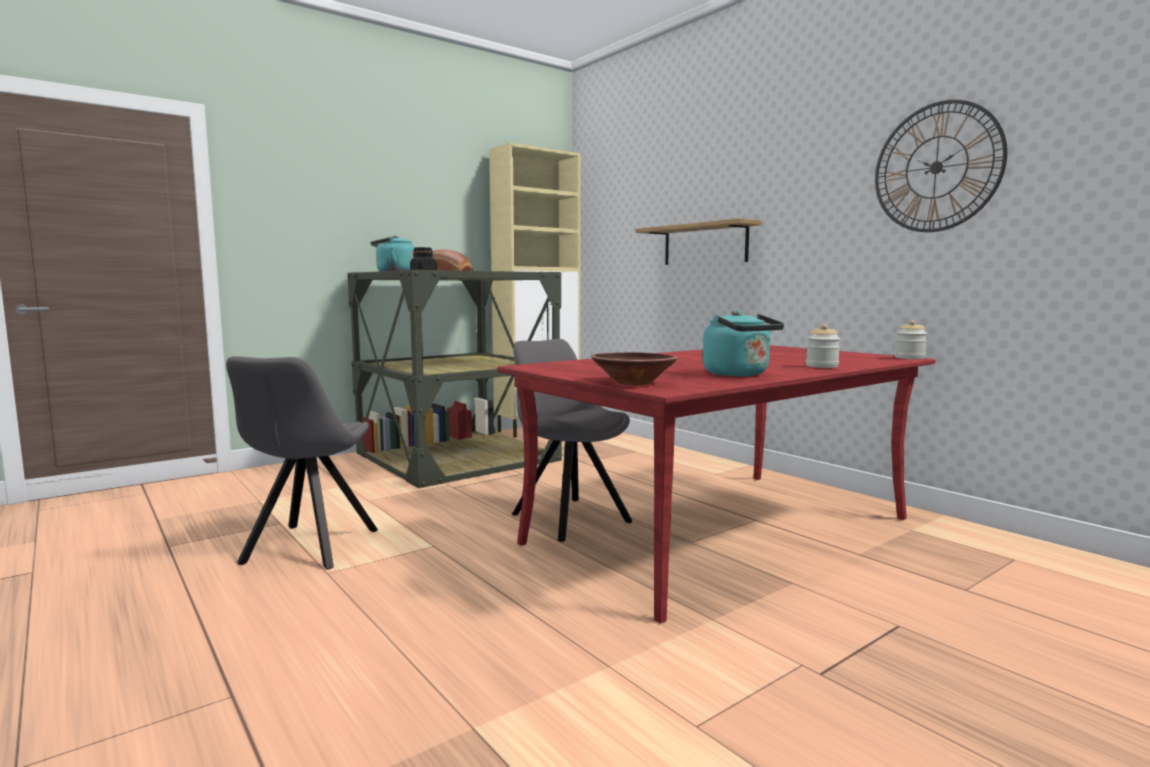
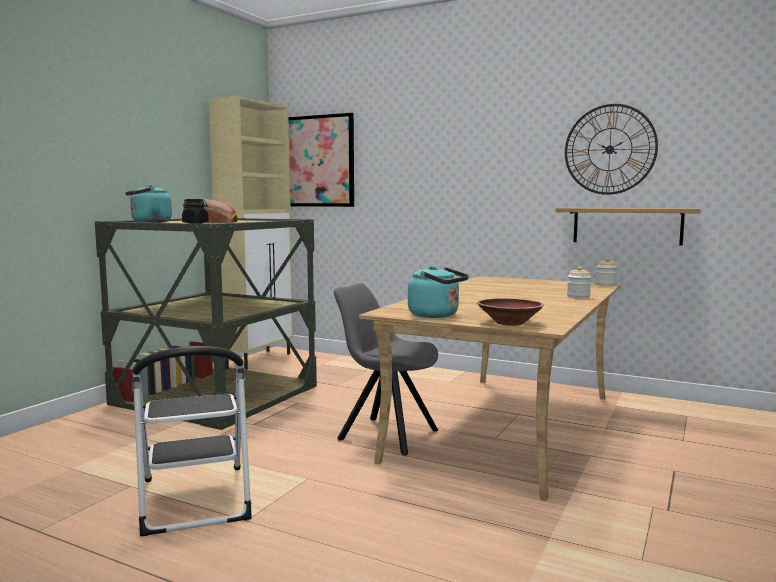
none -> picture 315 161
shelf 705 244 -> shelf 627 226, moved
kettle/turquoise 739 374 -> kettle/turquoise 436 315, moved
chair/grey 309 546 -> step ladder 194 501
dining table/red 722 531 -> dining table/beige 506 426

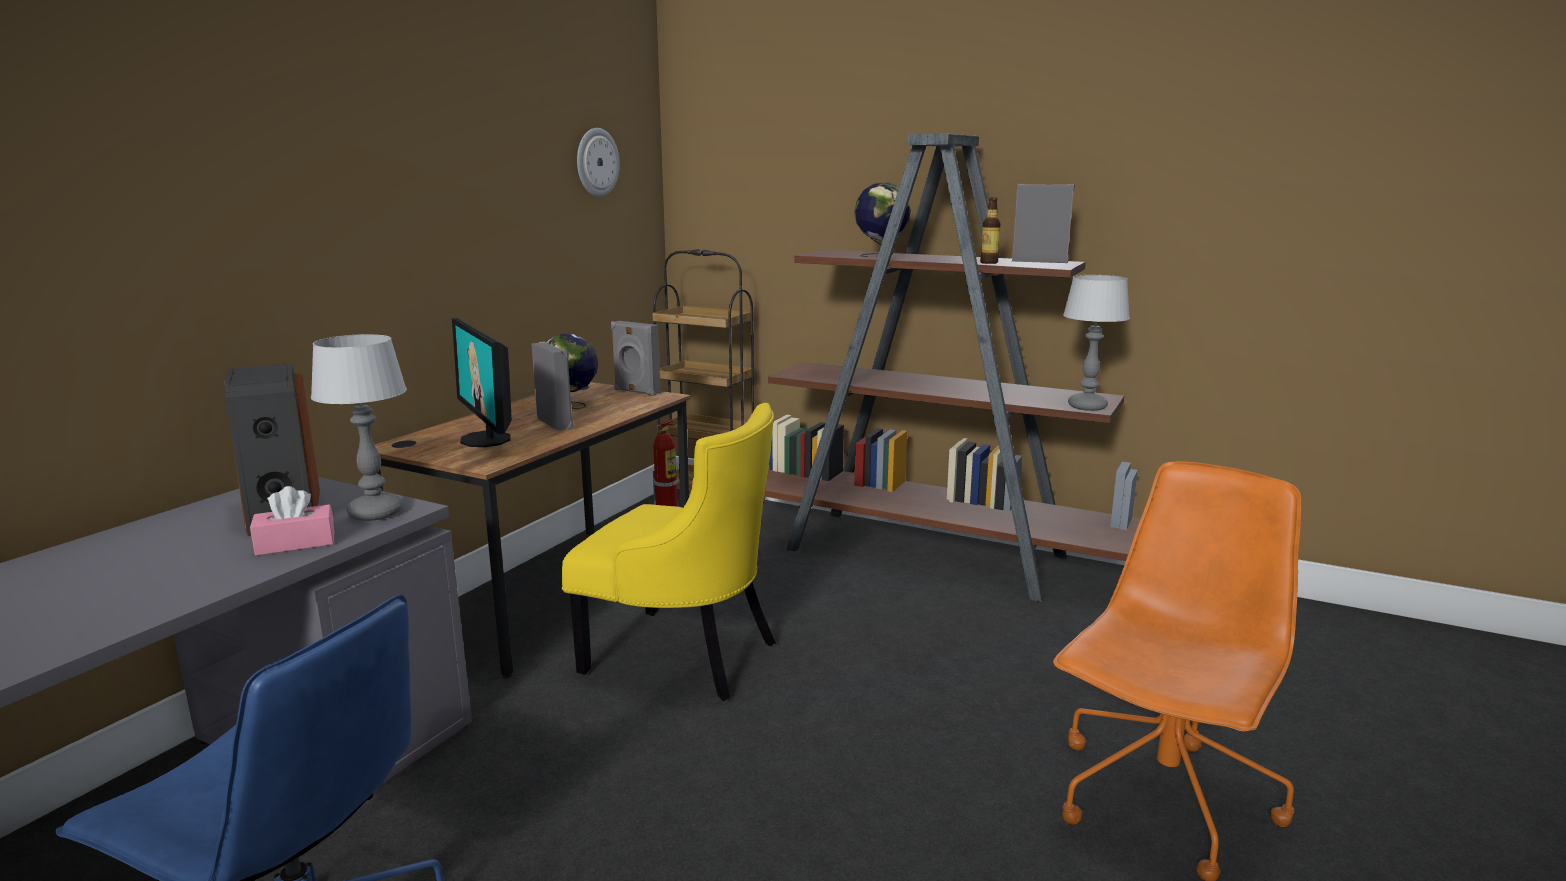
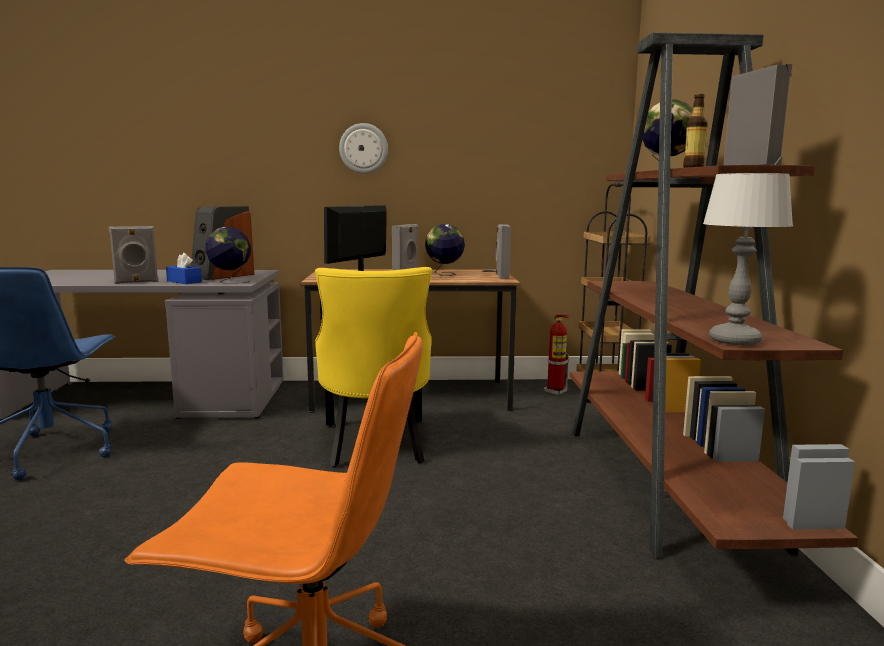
none -> speaker/grey 136 282
wall clock 596 162 -> wall clock 363 148, moved
table lamp 375 513 -> globe 230 282
tissue box/pink 296 543 -> tissue box/blue 184 281

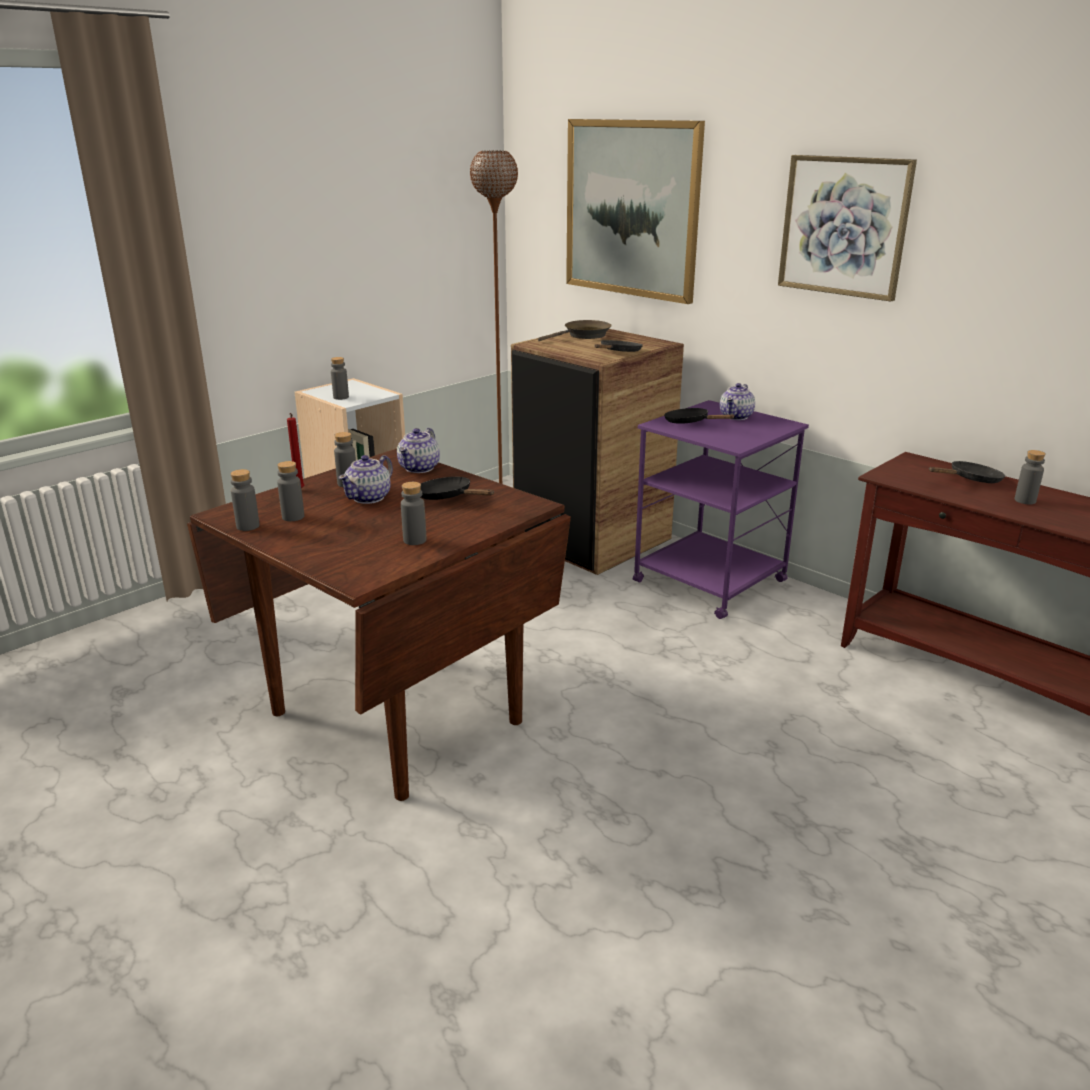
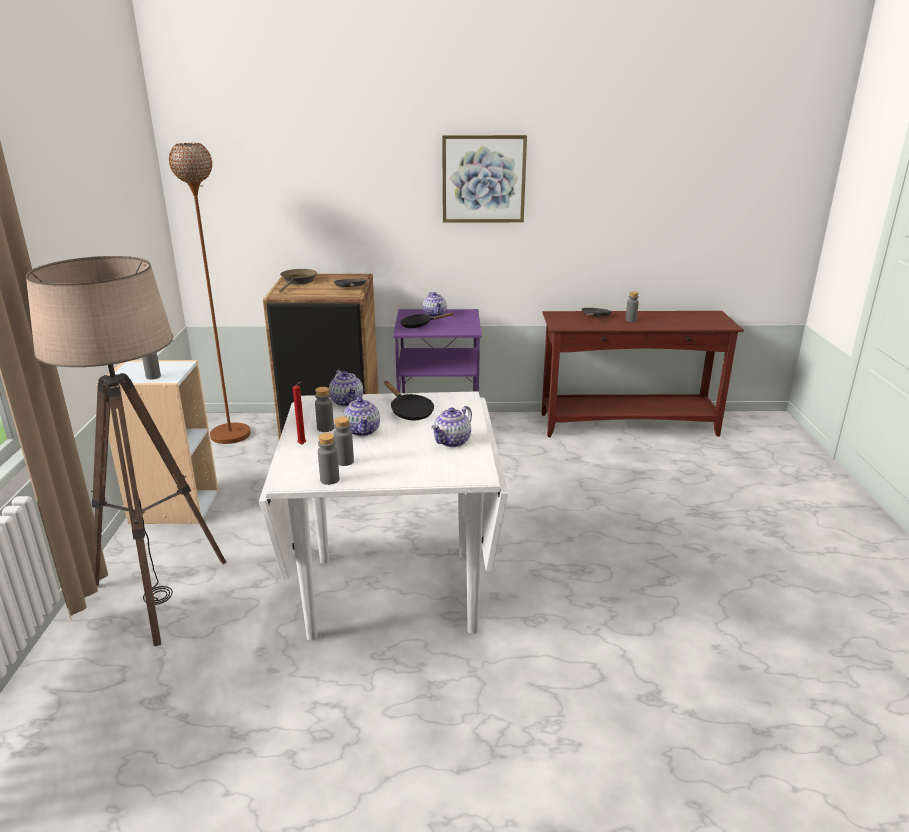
picture 632 209 -> none
none -> floor lamp 160 595
bottle/grey 414 540 -> teapot 452 441
dining table/brown 398 716 -> dining table/white 393 592
frying pan/black 448 497 -> frying pan/black 409 411, 120 degrees counterclockwise

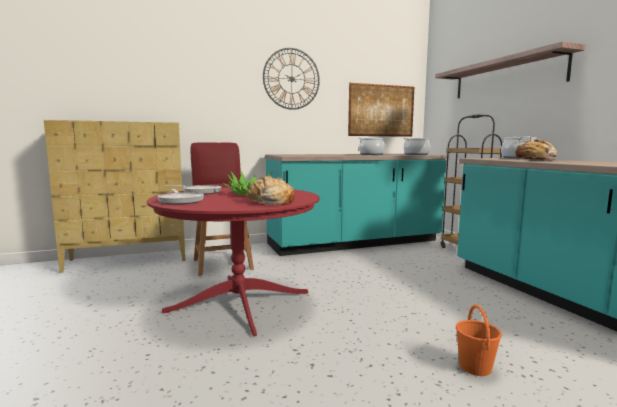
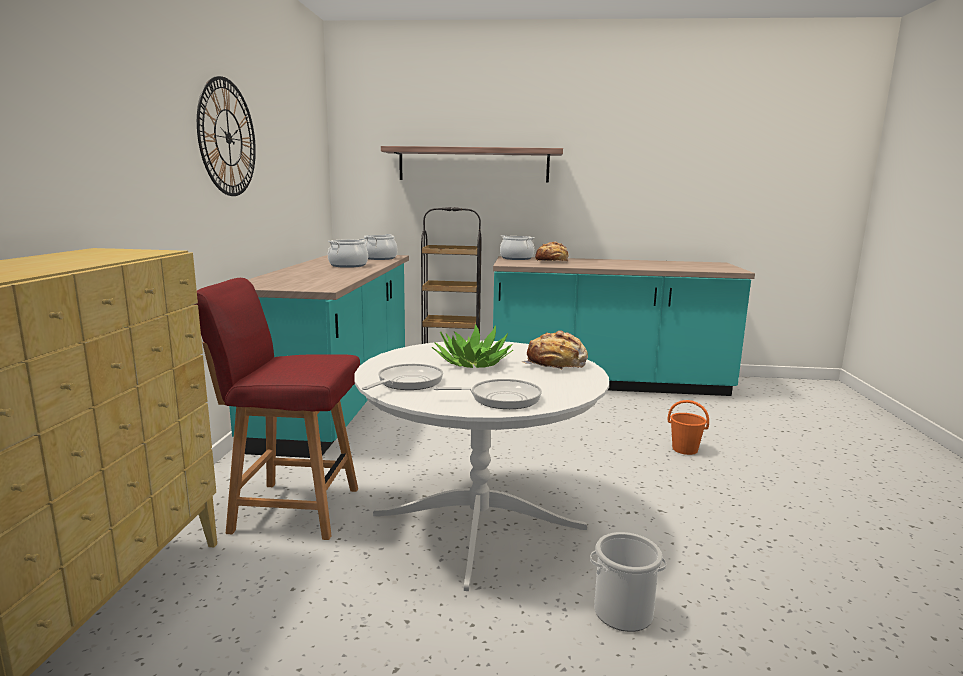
picture 381 110 -> none
none -> bucket 623 612
dining table/red 239 302 -> dining table/white 479 522

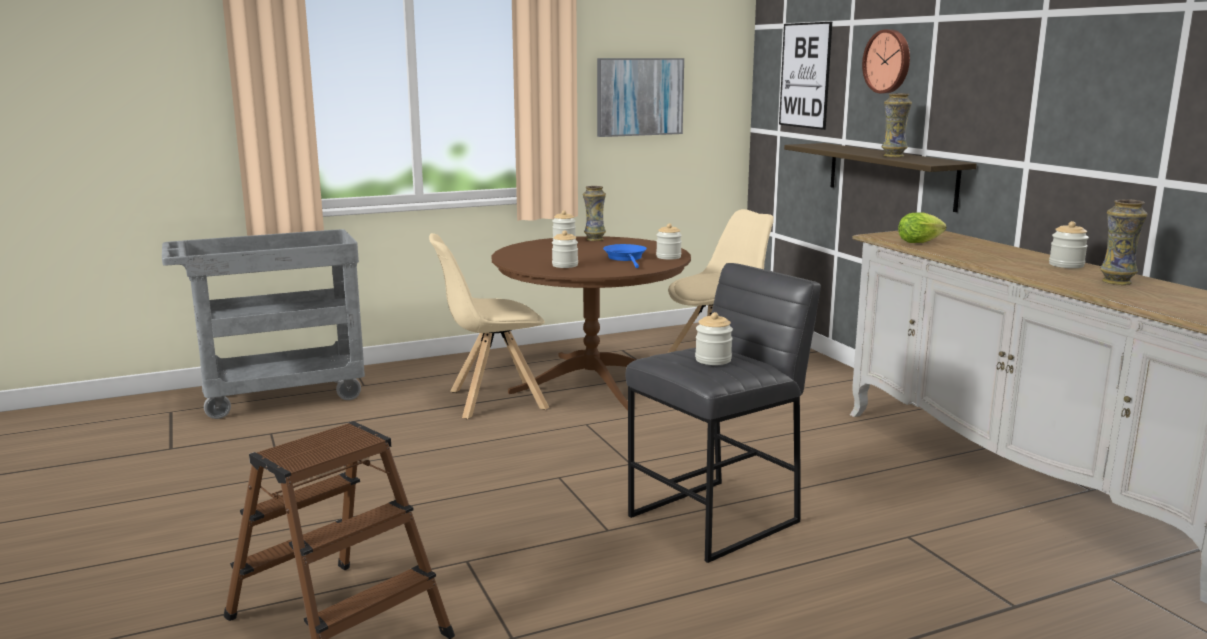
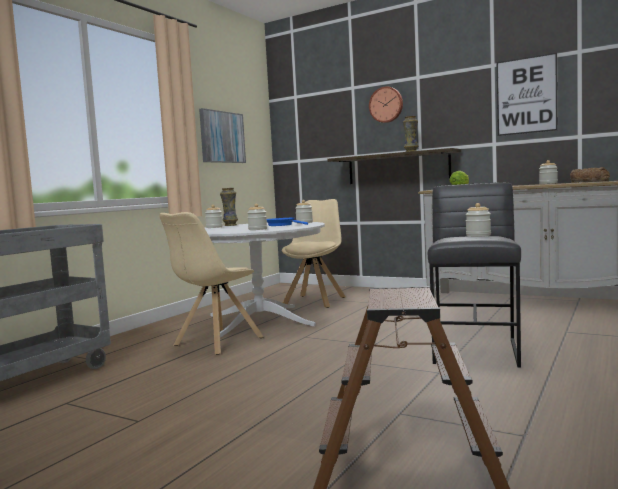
picture 805 75 -> picture 526 95, moved
vase 1116 282 -> bread 589 181
dining table/brown 591 381 -> dining table/white 260 320

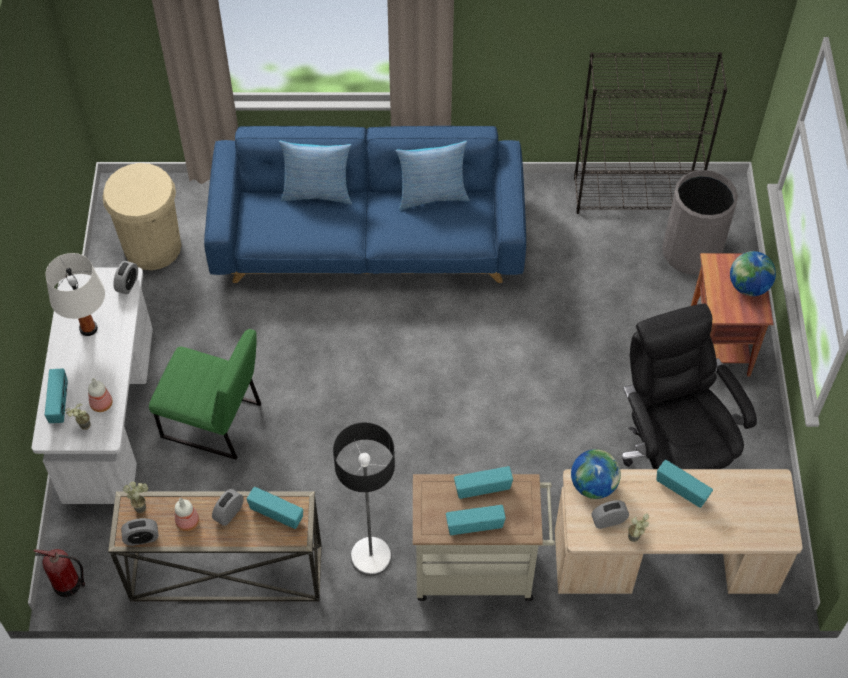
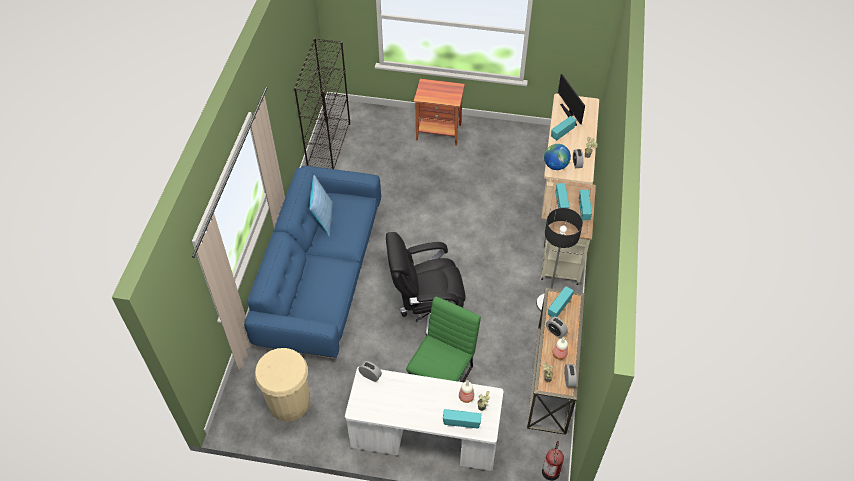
table lamp/white 88 328 -> none
pillow 317 193 -> none
trash can/grey 691 252 -> none
globe 748 286 -> none
none -> monitor 569 114
office chair/black 670 453 -> office chair/black 427 311, moved

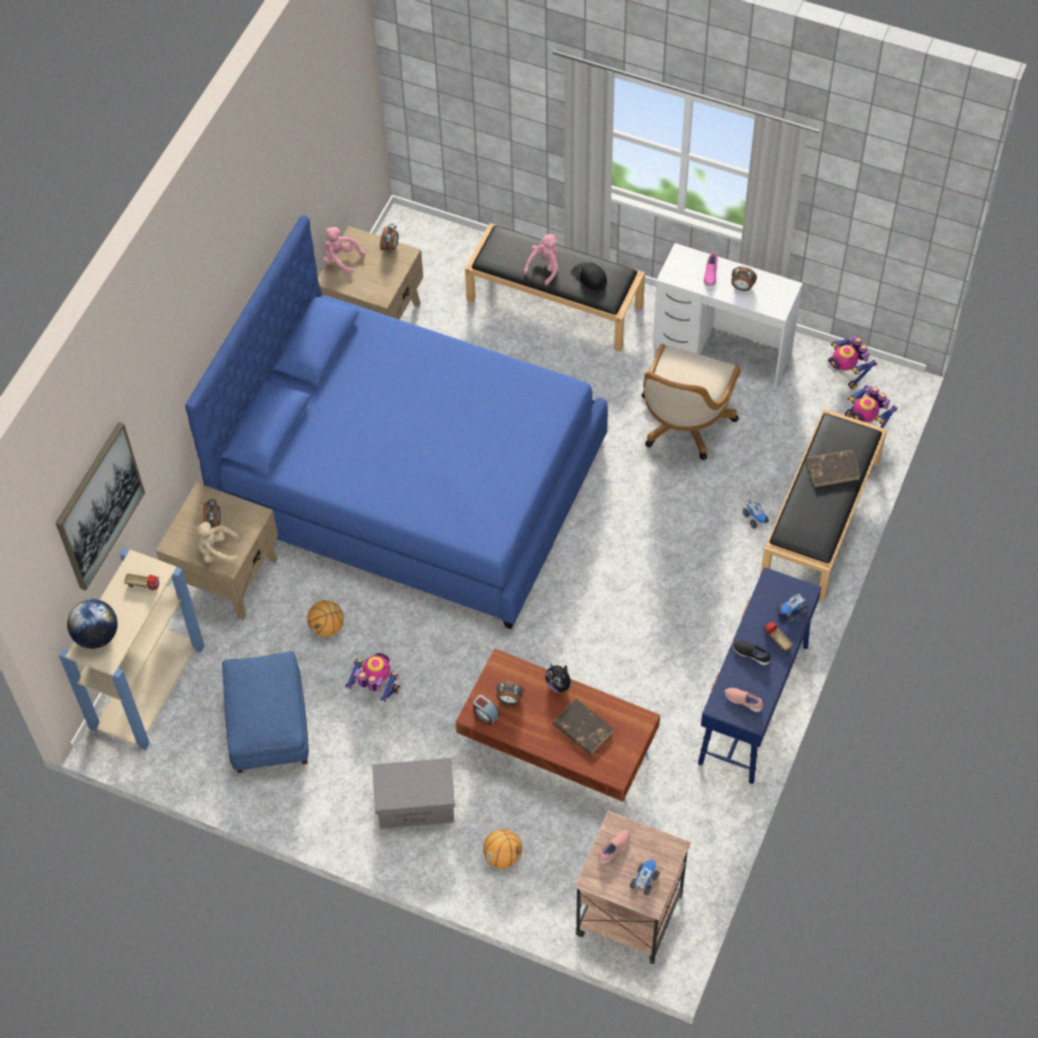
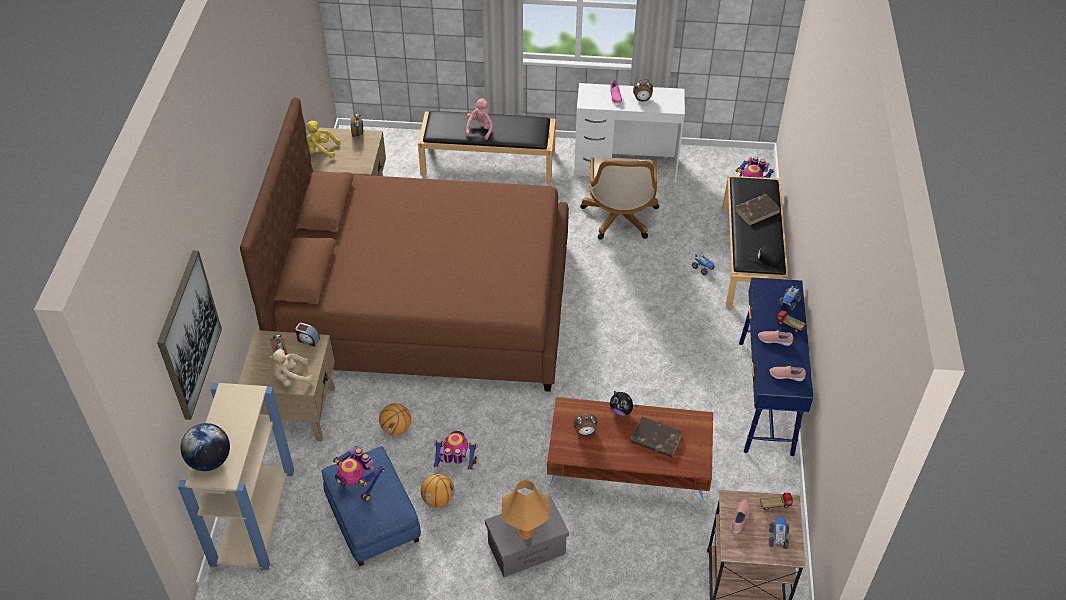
none -> table lamp/orange 525 530
toy truck 143 584 -> toy truck 775 504, moved
alarm clock 485 714 -> alarm clock 308 340, moved
basketball 503 856 -> basketball 438 499, moved
cap/black 589 277 -> cap/black 765 259, moved
toy robot 847 372 -> toy robot 358 484, moved
bed/blue 411 480 -> bed/brown 425 304
plush toy/pink 340 259 -> plush toy/yellow 321 150
shoe/black 751 654 -> shoe/pink 774 340

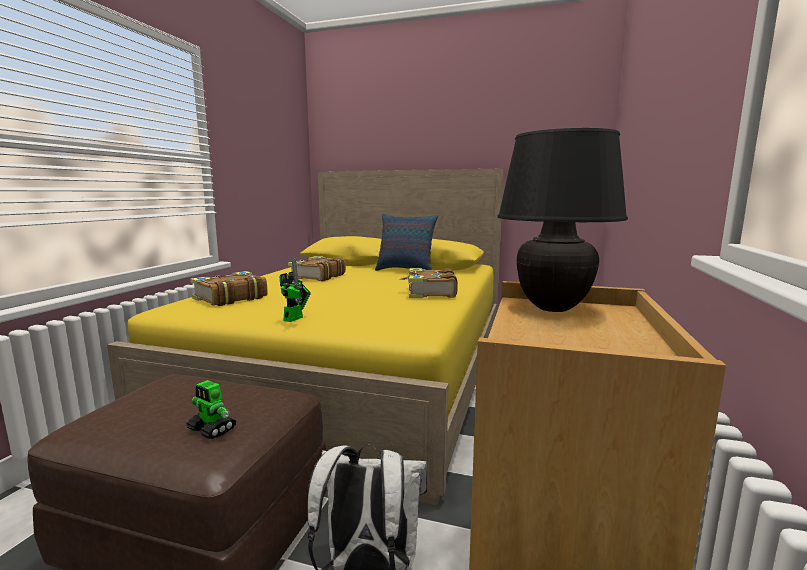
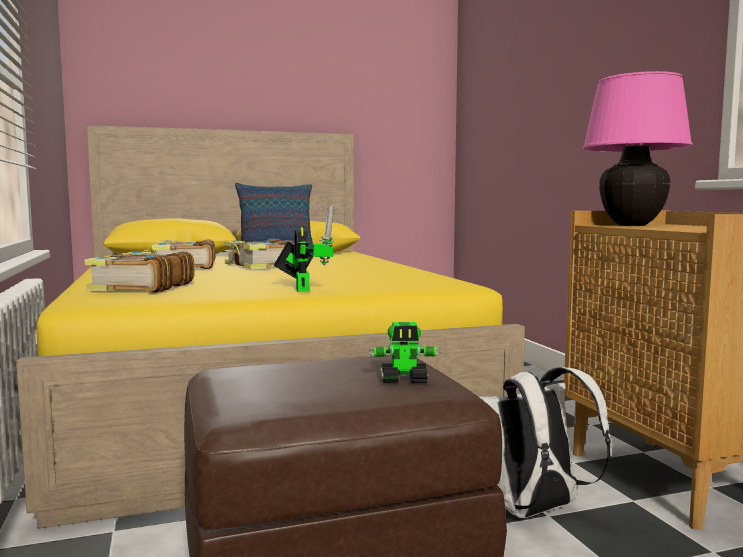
book 430 293 -> book 261 266, moved
table lamp/black 552 308 -> table lamp/pink 631 225

